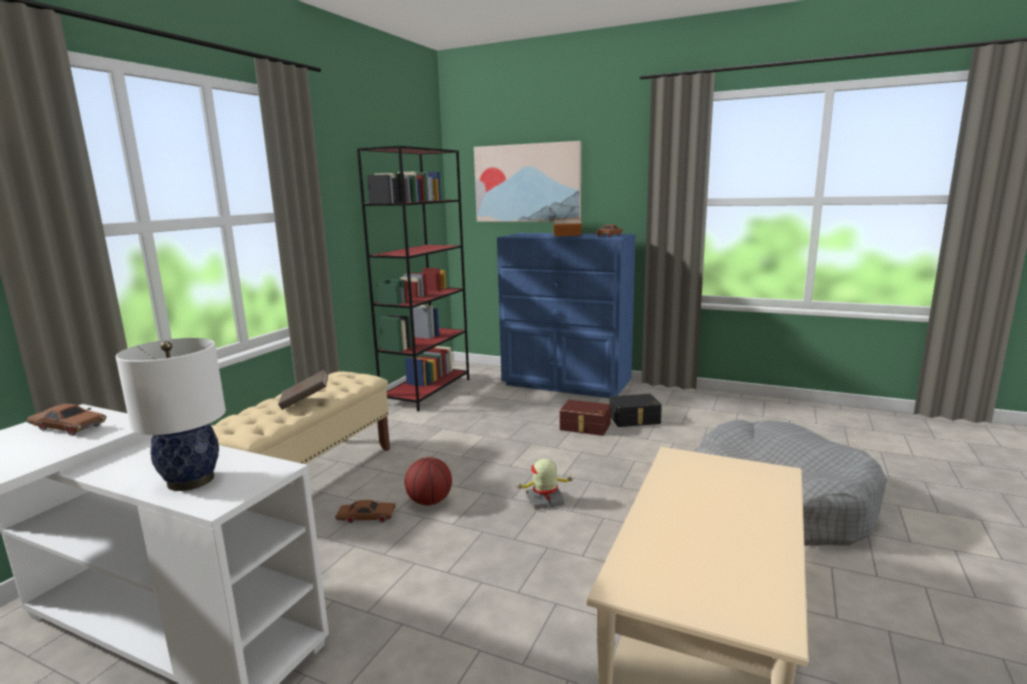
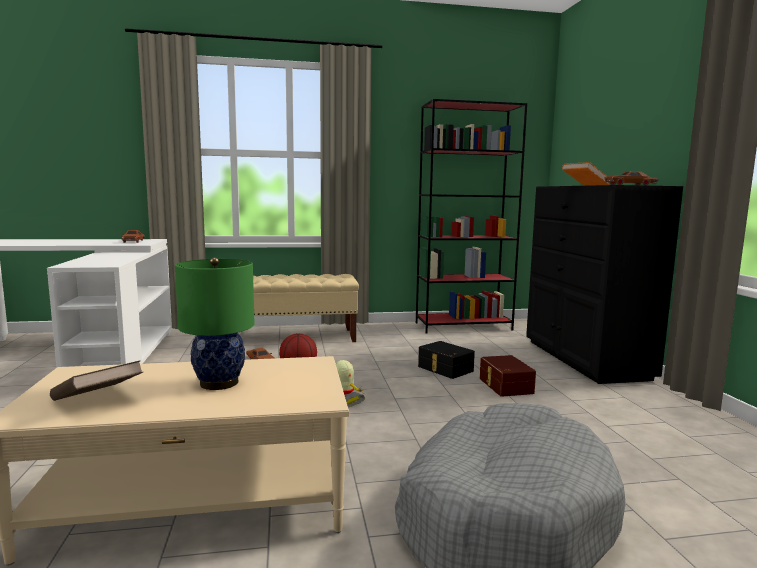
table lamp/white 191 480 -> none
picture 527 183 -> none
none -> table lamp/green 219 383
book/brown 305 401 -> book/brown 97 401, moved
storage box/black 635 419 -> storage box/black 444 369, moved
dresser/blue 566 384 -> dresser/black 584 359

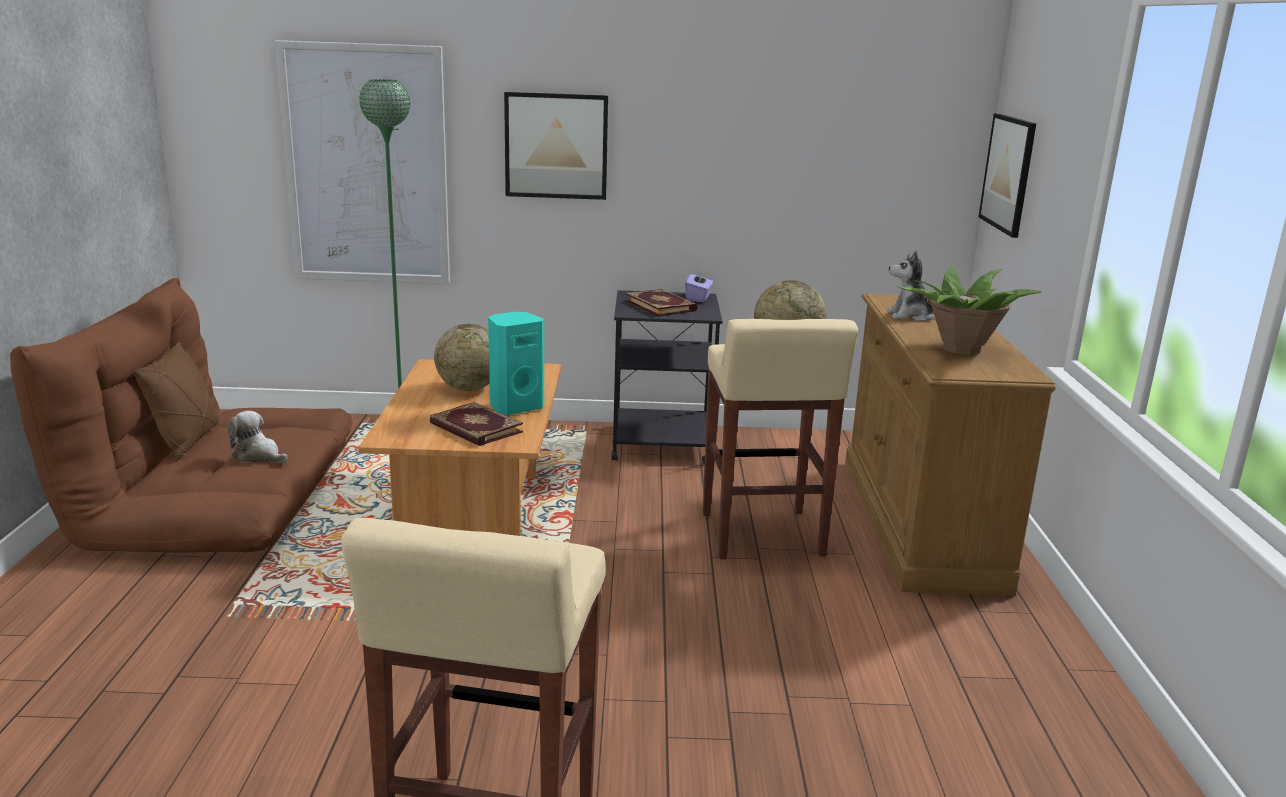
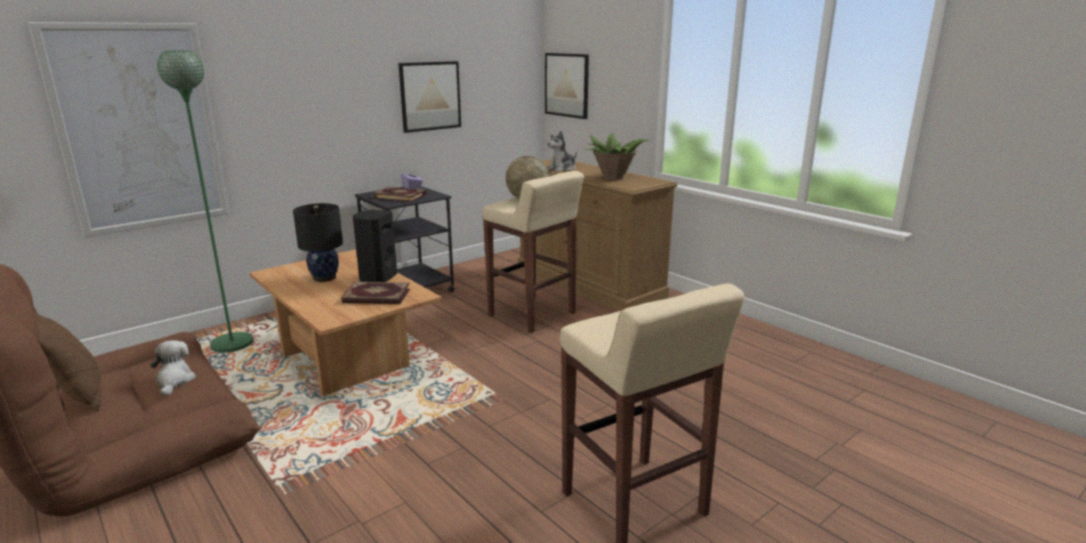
picture 556 146 -> picture 430 96, moved
globe 469 388 -> table lamp/black 324 278
speaker/turquoise 515 407 -> speaker/black 377 278
plush toy 258 456 -> plush toy 174 381, 90 degrees clockwise

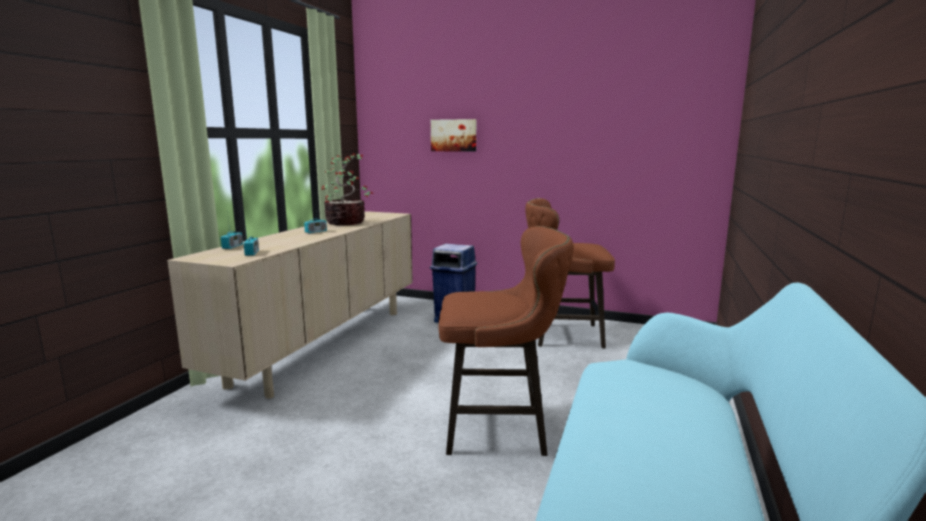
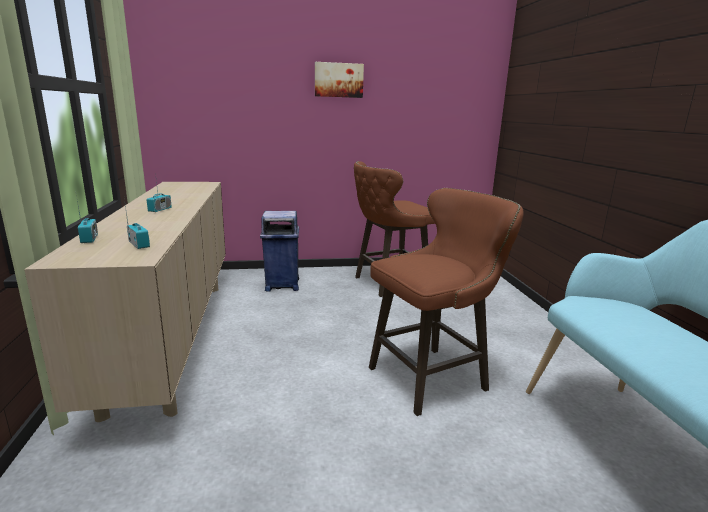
potted plant 347 222 -> none
picture 454 135 -> picture 338 80, moved

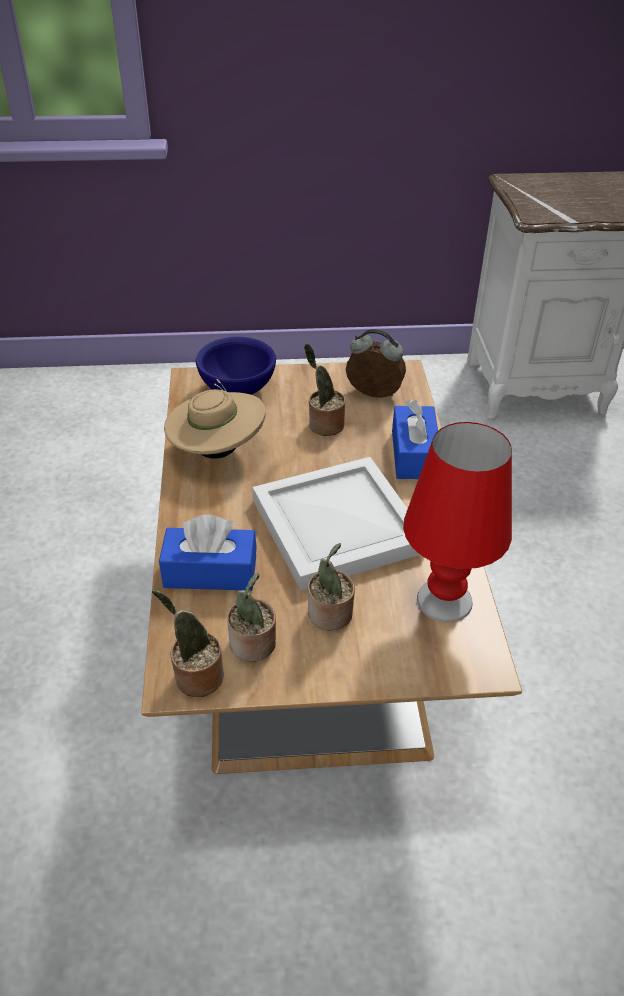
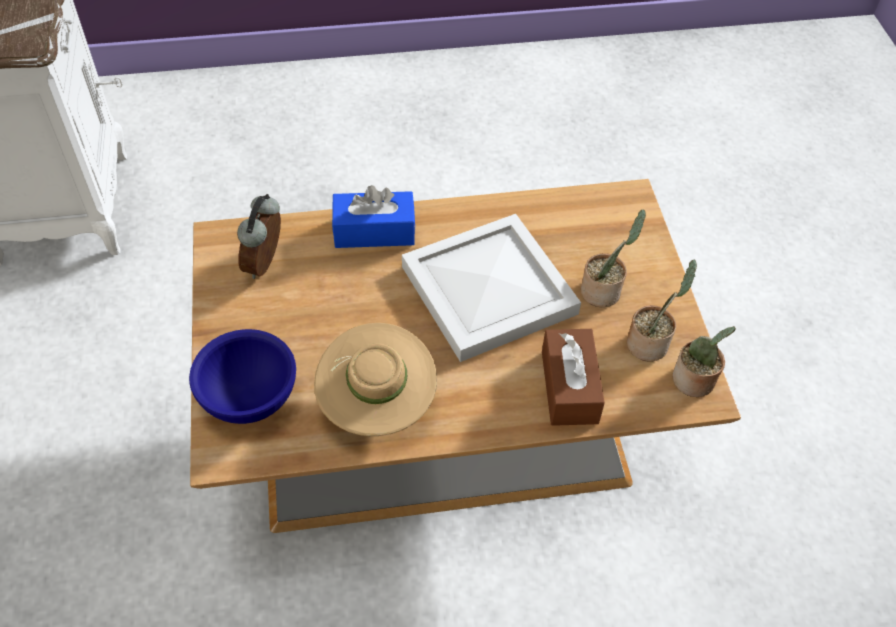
potted plant 323 425 -> none
table lamp/red 443 600 -> none
tissue box/blue 210 572 -> tissue box/brown 569 387

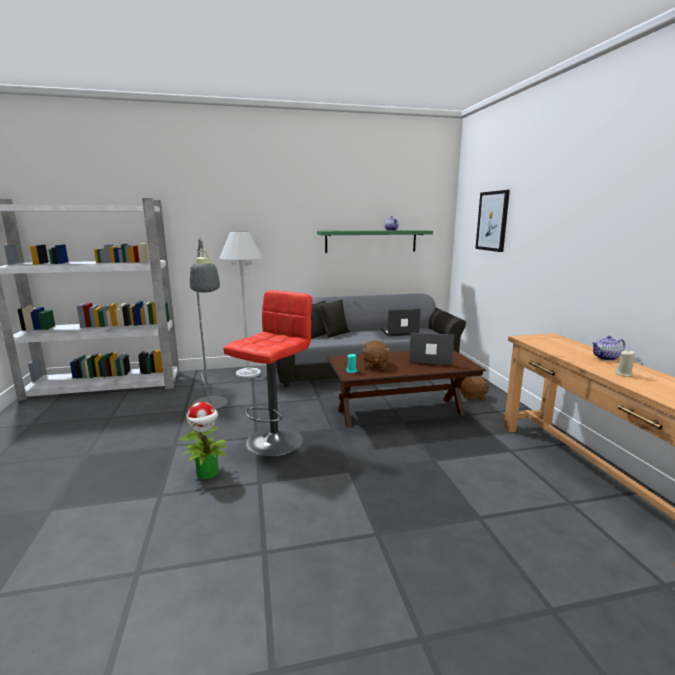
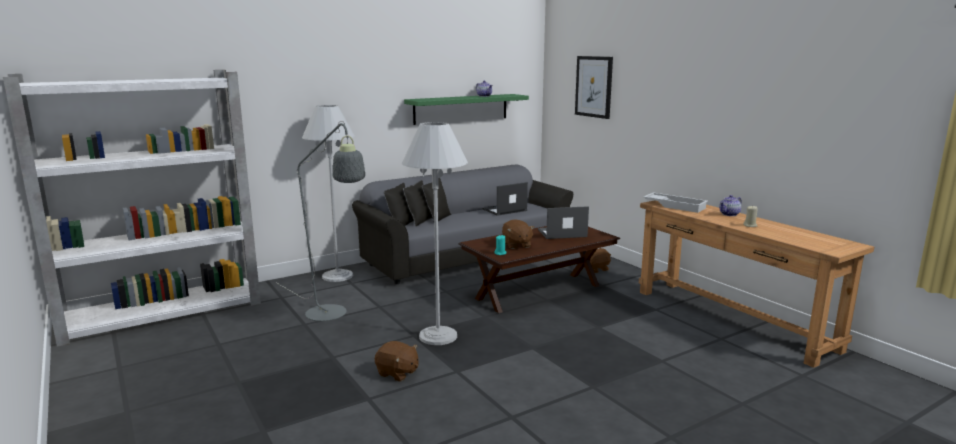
none -> tray/white 675 206
potted plant 208 473 -> plush toy/brown 397 373
stool/red 275 441 -> floor lamp/white 438 336

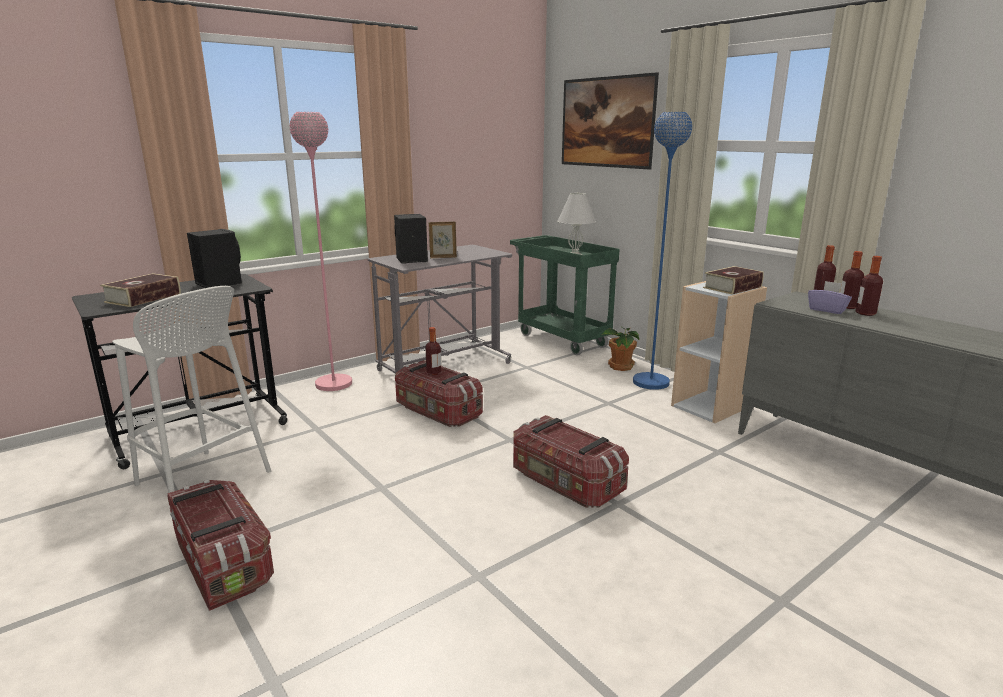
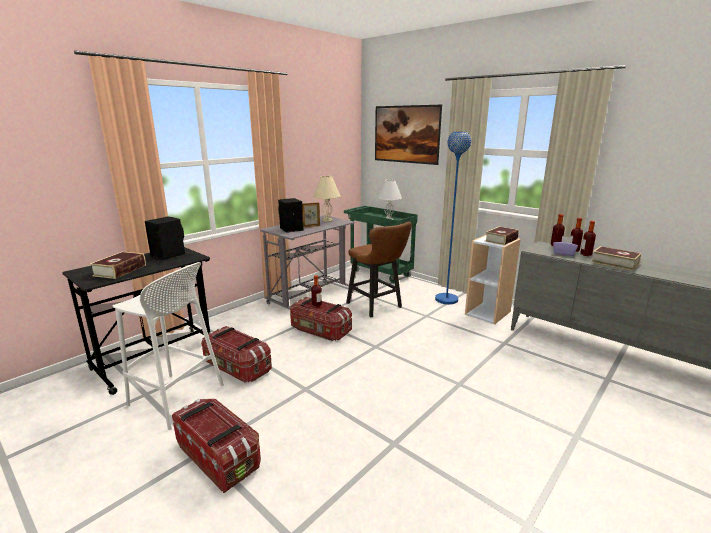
floor lamp/pink 333 384 -> none
potted plant 620 367 -> none
none -> table lamp/beige 327 220
none -> stool/brown 378 307
none -> book 614 263
storage box 565 483 -> storage box 236 368, moved

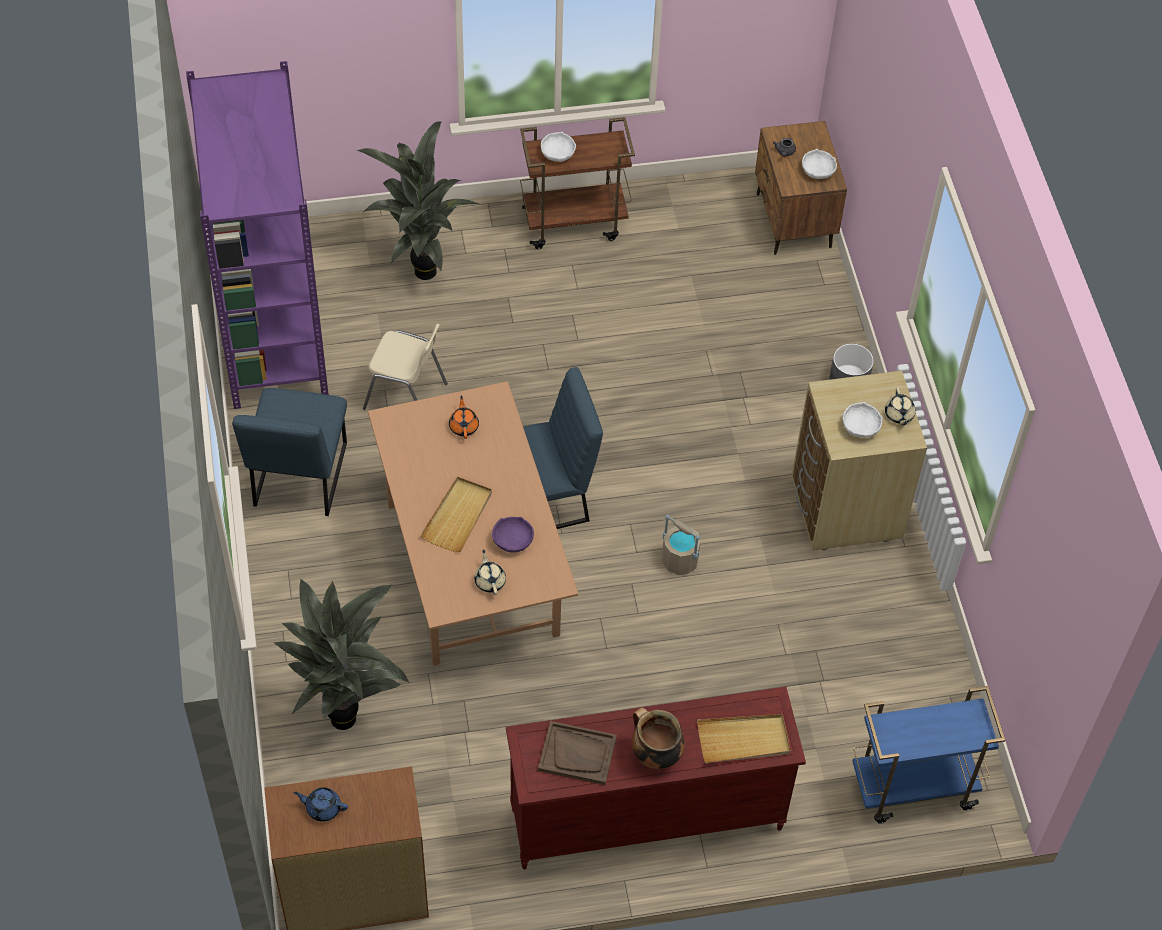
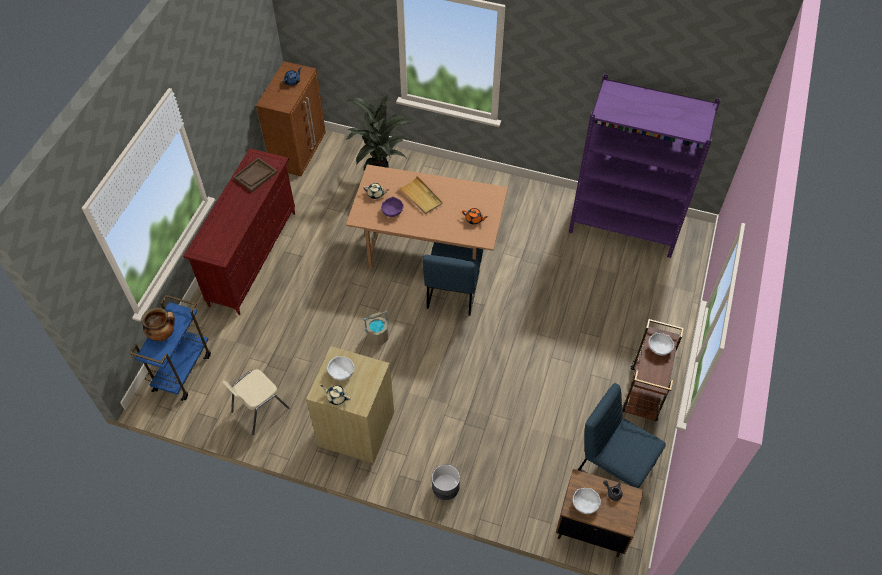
potted plant 420 271 -> none
tray/beige 743 740 -> none
chair/blue 299 477 -> chair/blue 614 465, moved
chair/beige 406 396 -> chair/beige 259 410, moved
cooking pot 655 755 -> cooking pot 163 334, moved

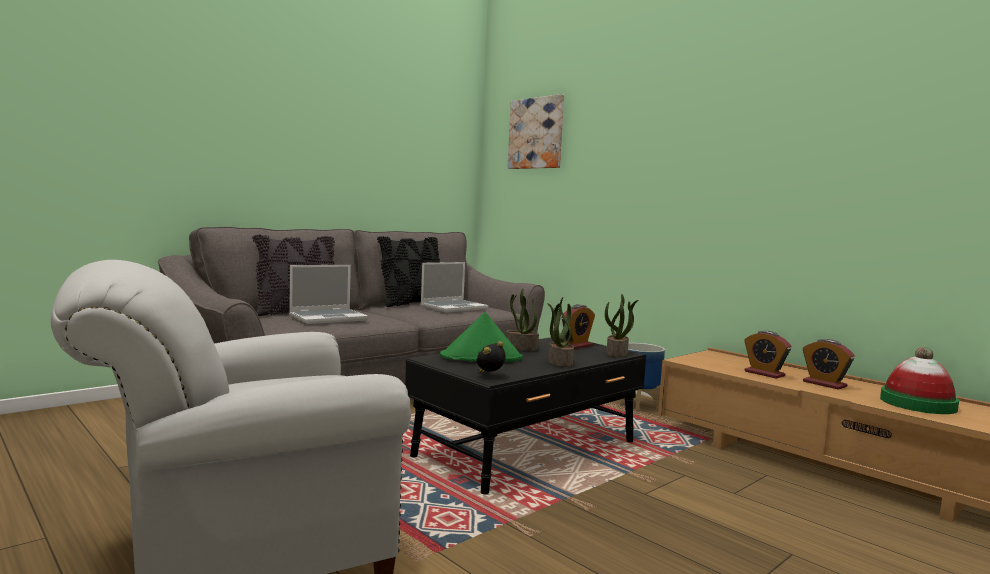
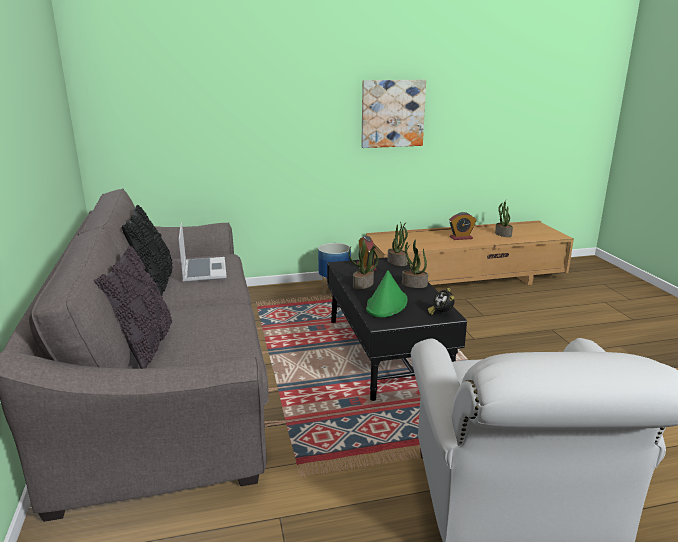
laptop 329 318 -> none
alarm clock 764 373 -> none
picture 536 133 -> picture 392 113, moved
hat 917 404 -> potted plant 502 234

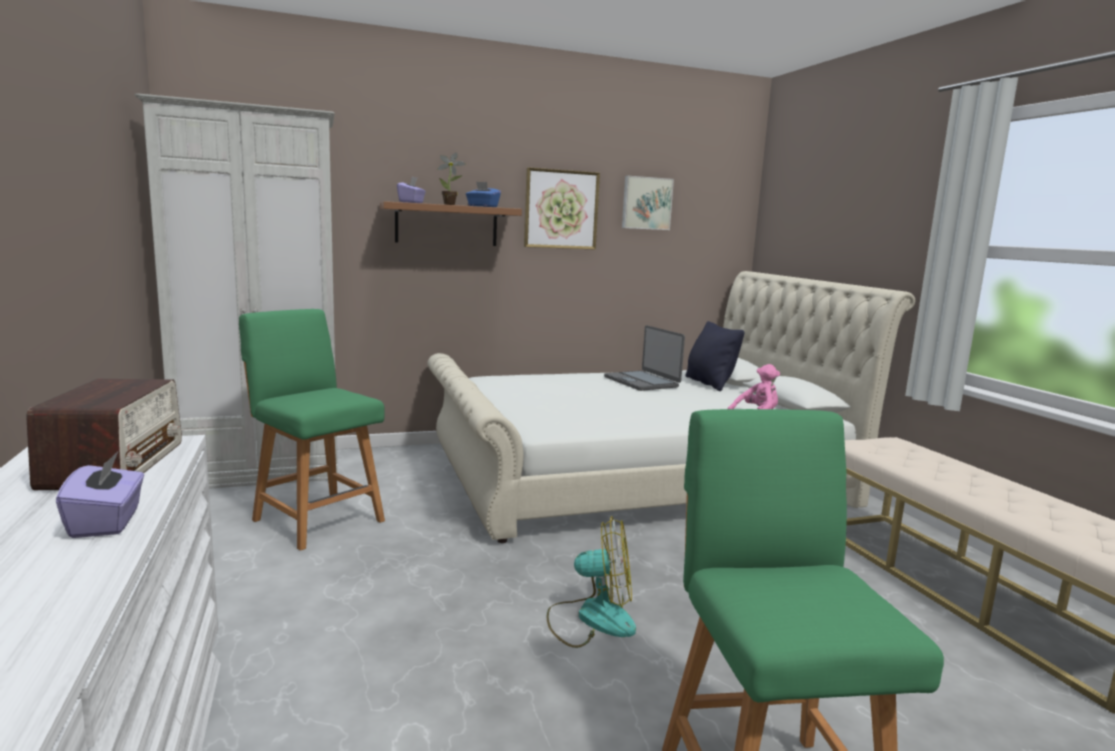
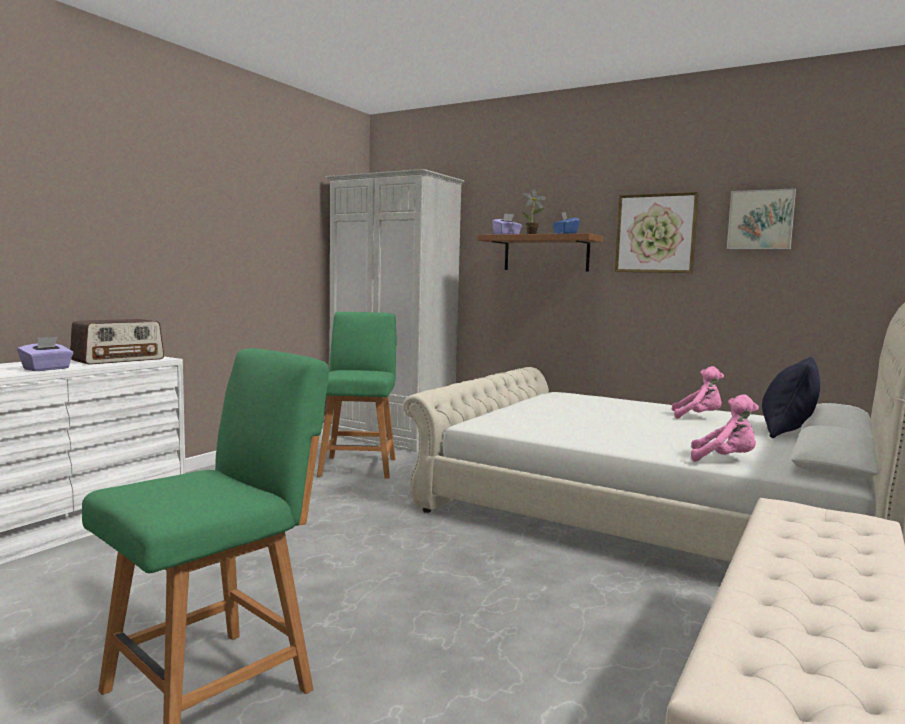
fan 591 619 -> none
laptop 642 382 -> plush toy/pink 698 417

